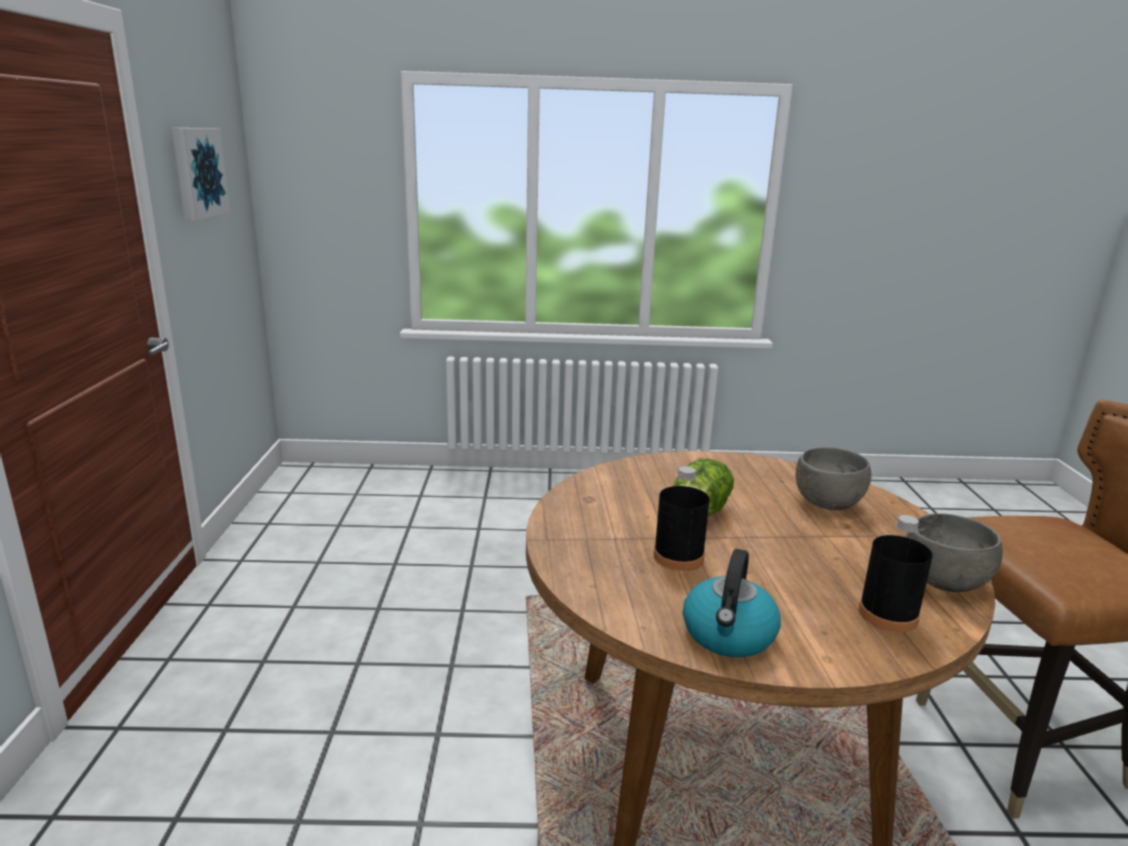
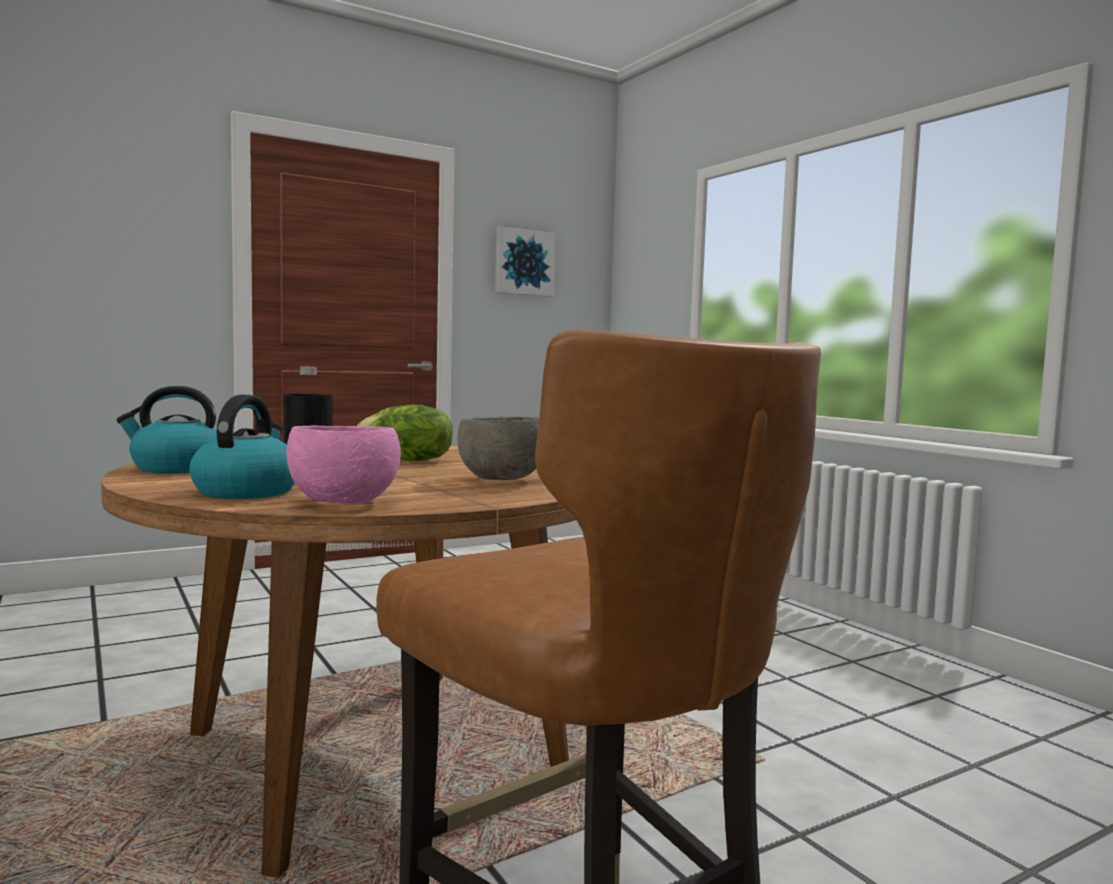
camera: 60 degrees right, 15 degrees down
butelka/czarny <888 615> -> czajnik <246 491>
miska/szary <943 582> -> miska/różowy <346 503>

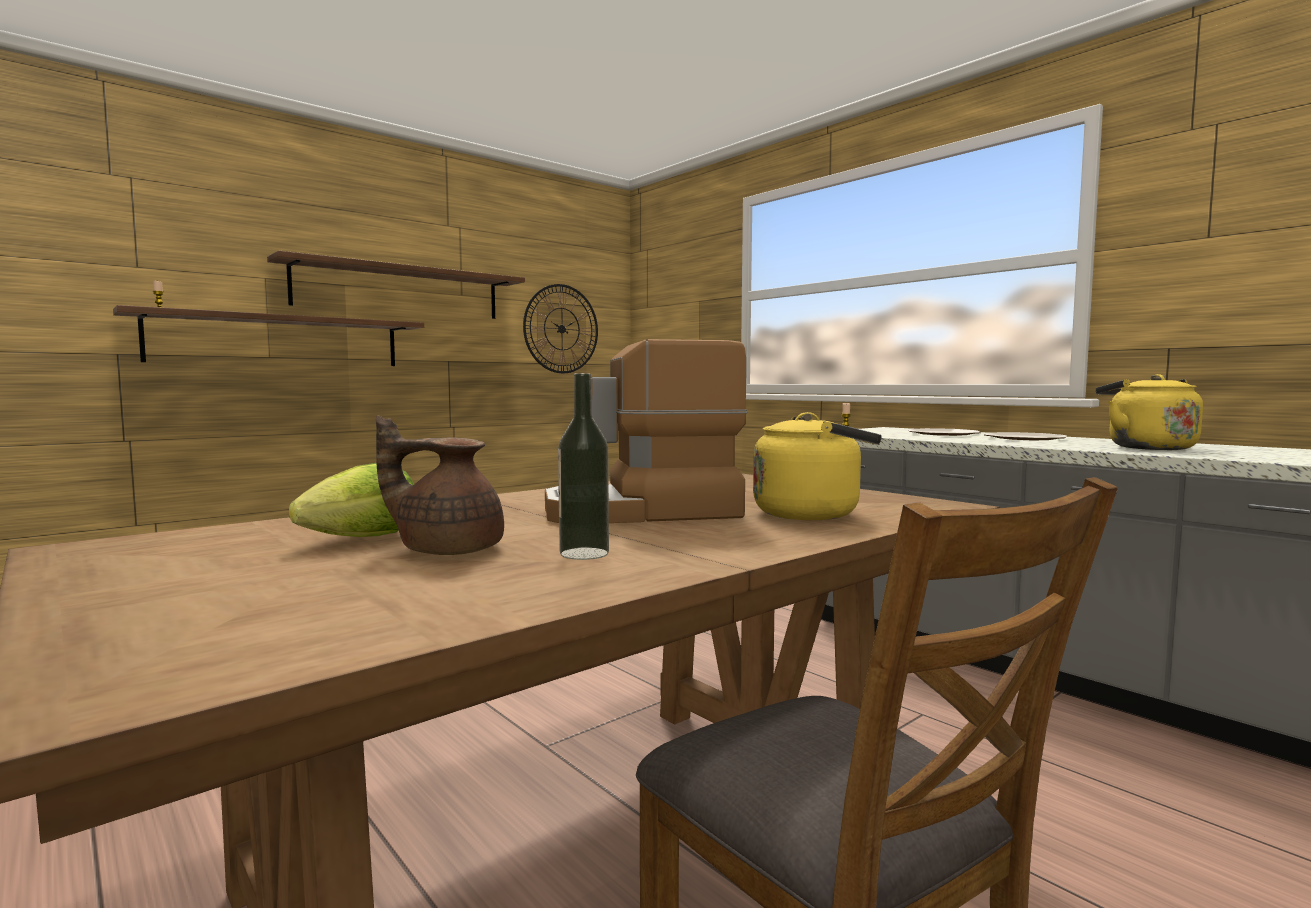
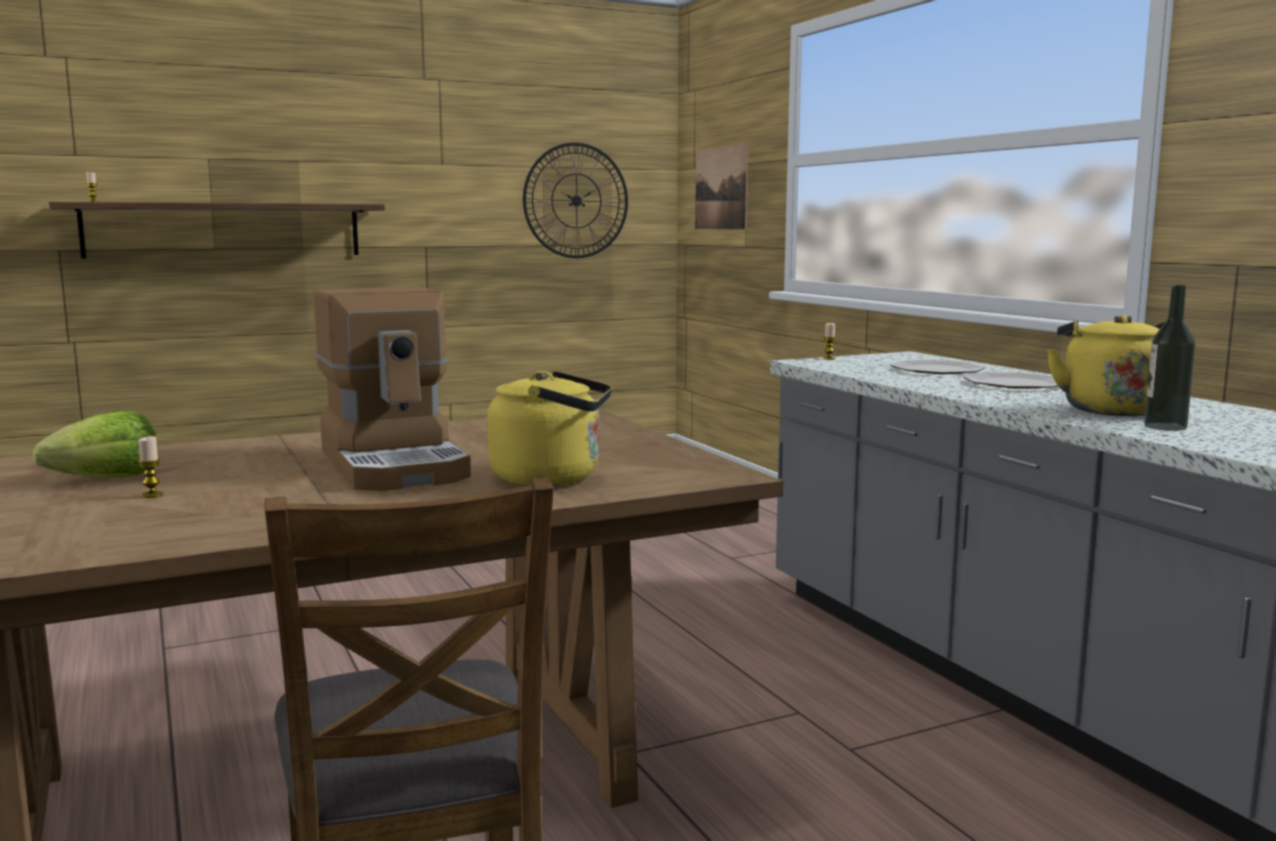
camera: 15 degrees right, 5 degrees up
półka <400 291> -> none
none -> obraz <721 188>
butelka <584 553> -> butelka <1165 427>, moved
imbryk/brązowy <448 549> -> świeca <152 495>
ekspres do kawy <643 512> -> ekspres do kawy <396 464>, 120 degrees counterclockwise

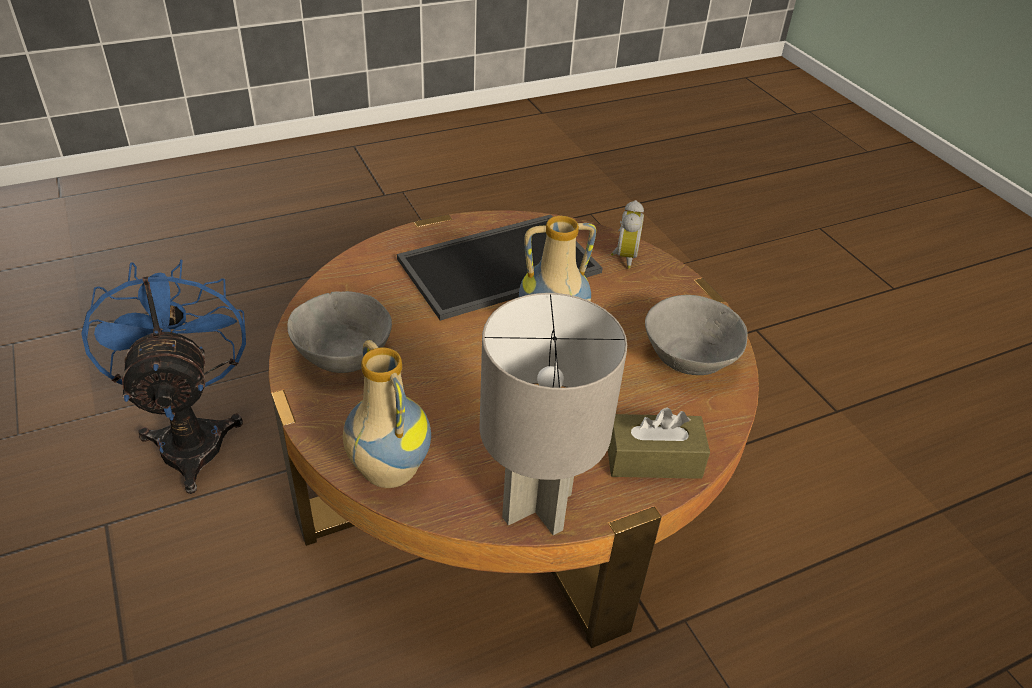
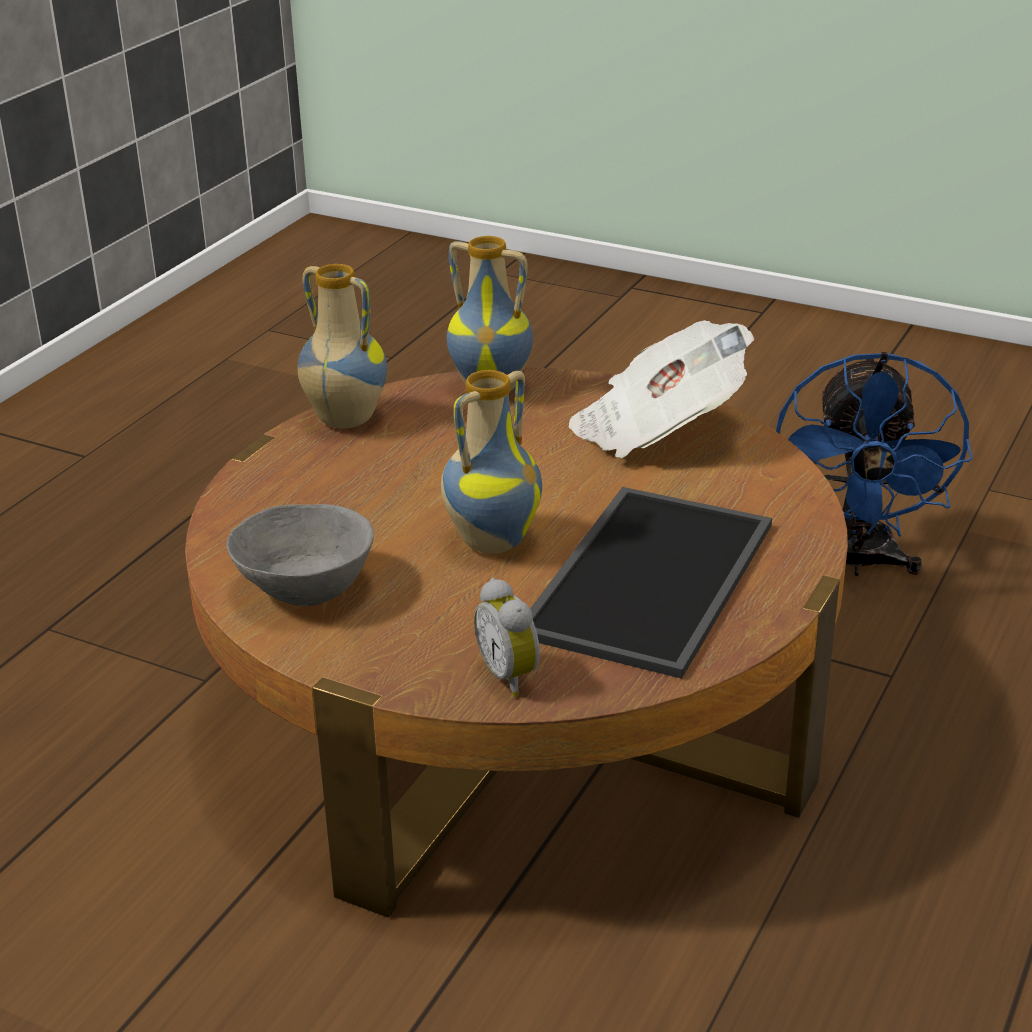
camera: 145 degrees right, 10 degrees down
pudełko chusteczek/brązowy <653 459> -> none
miska/szary <345 355> -> gazeta <657 429>
lampa stołowa/szary <538 506> -> wazon <344 420>
wentylator/niebieski <192 435> -> wentylator/niebieski <855 563>, 60 degrees clockwise

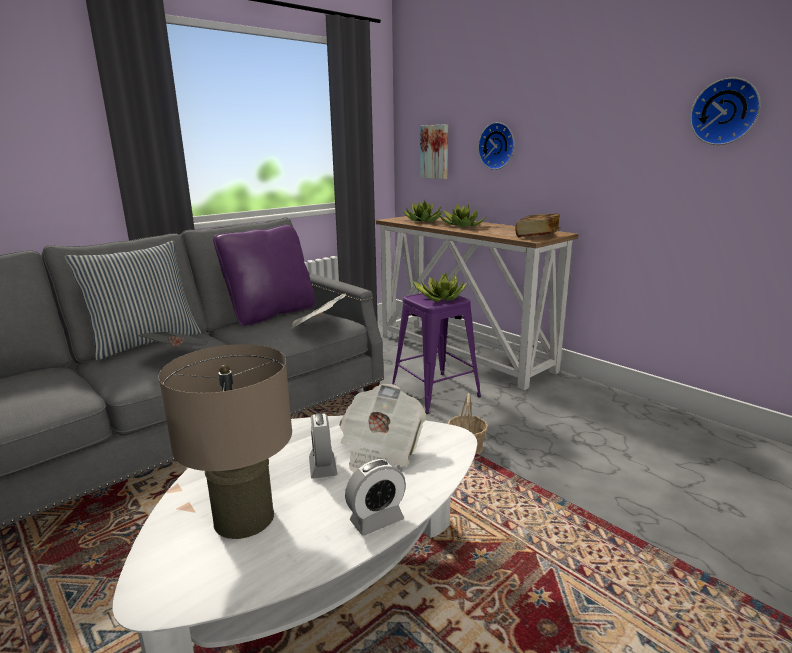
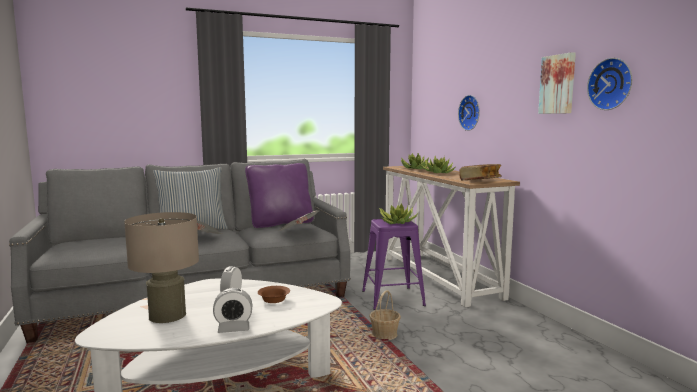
camera: 20 degrees right, 10 degrees down
obraz <435 152> -> obraz <558 84>, moved
gazeta <380 449> -> miska/brązowy <273 300>

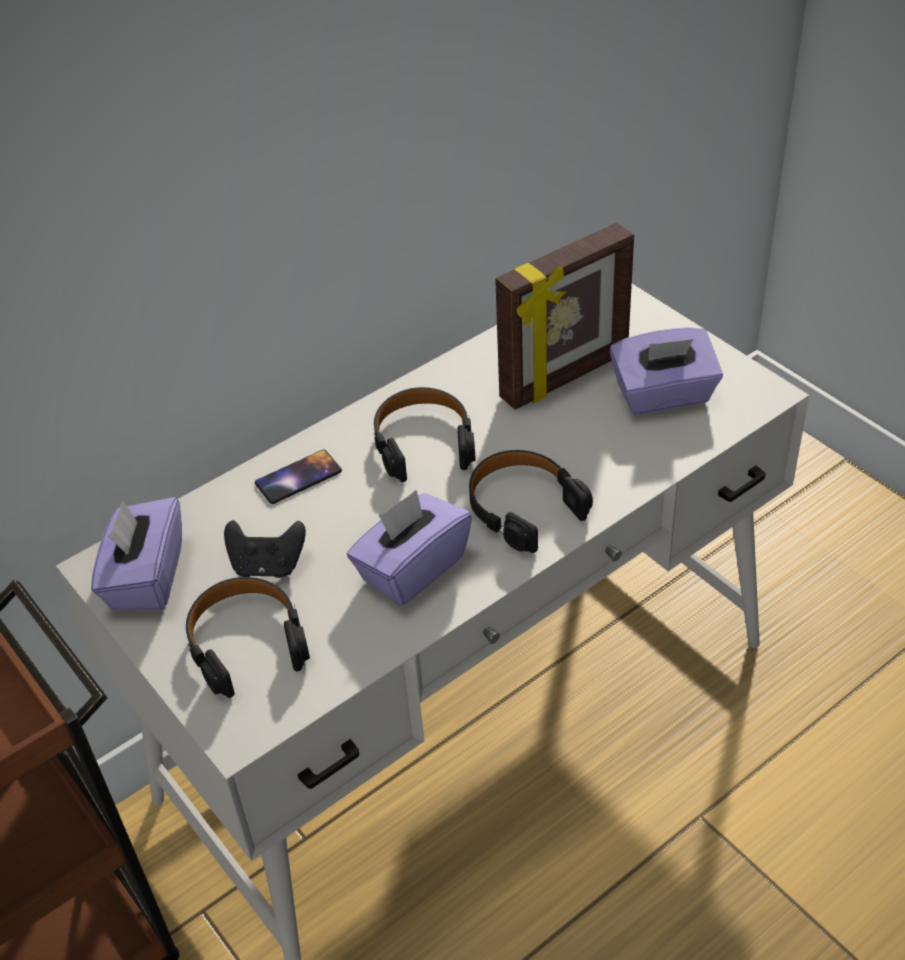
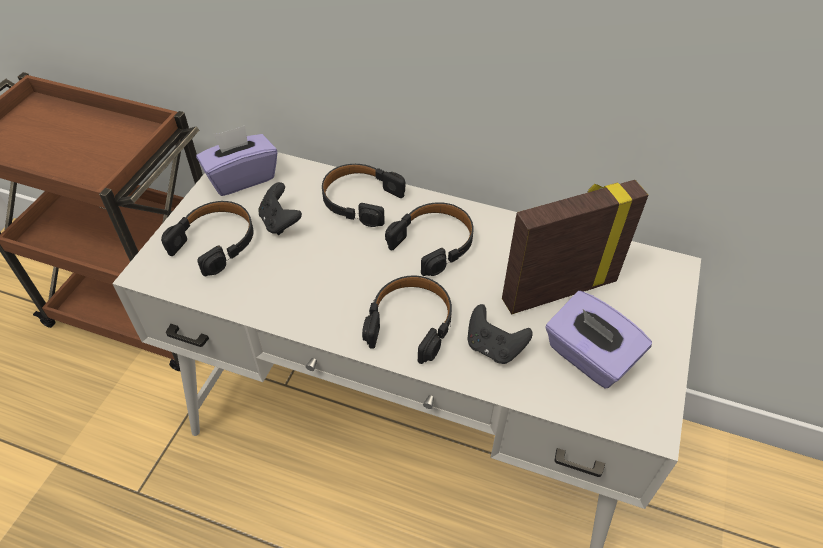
camera: 55 degrees right, 5 degrees up
pudełko chusteczek/fioletowy <412 568> -> none
none -> pad do gier/czarny <493 347>
telefon <298 477> -> słuchawki/czarny <360 200>
ramka na zdjęcie <566 377> -> ramka na zdjęcie <558 289>, 135 degrees clockwise

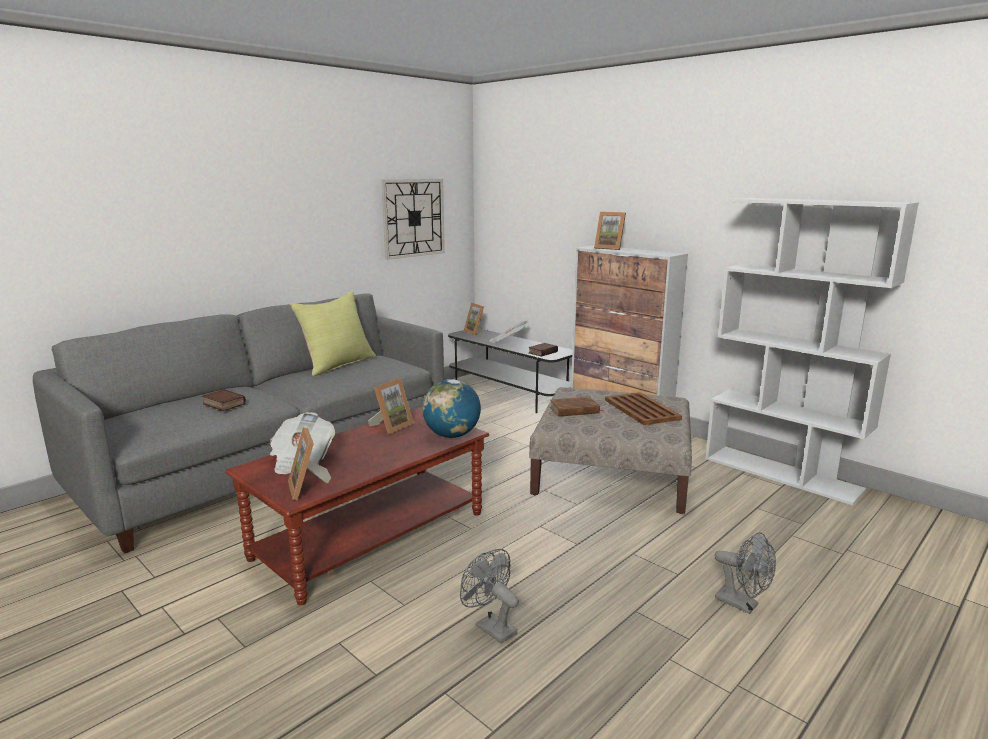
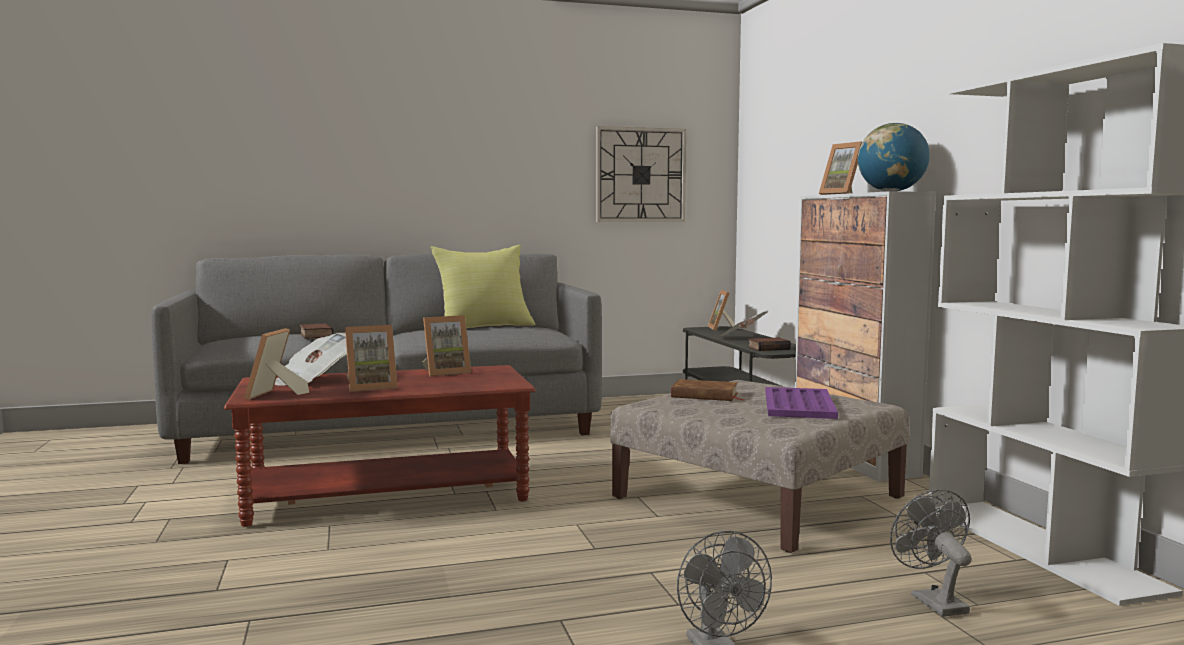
camera: 30 degrees right, 10 degrees down
none -> ramka na zdjęcie <371 387>
globus <452 435> -> globus <891 191>, moved
wentylator/szary <490 627> -> wentylator/szary <932 601>, moved
taca/brązowy <641 409> -> taca/fioletowy <799 404>

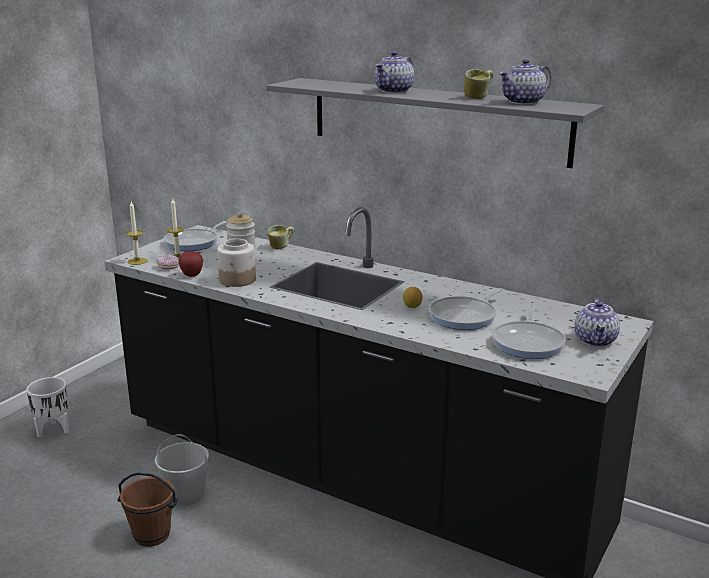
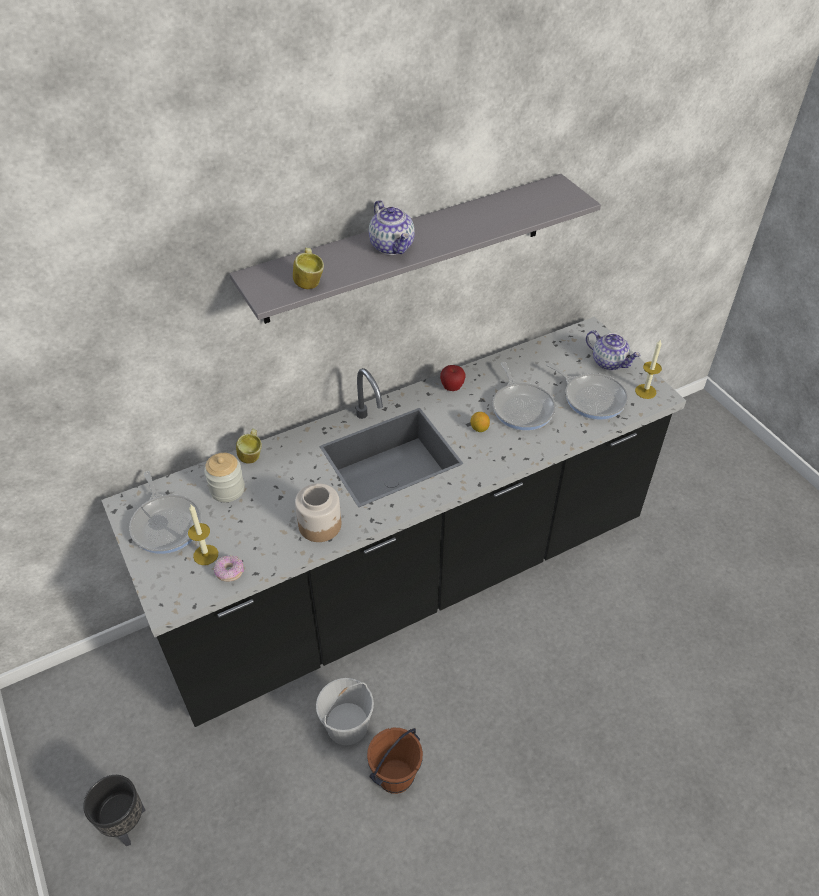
camera: 60 degrees left, 25 degrees up
imbryk <523 102> -> none
świeca <137 261> -> świeca <645 391>, moved
jabłko <192 275> -> jabłko <452 388>, moved
kubek <478 97> -> kubek <310 282>, moved
donica/biały <53 430> -> donica/czarny <125 824>

